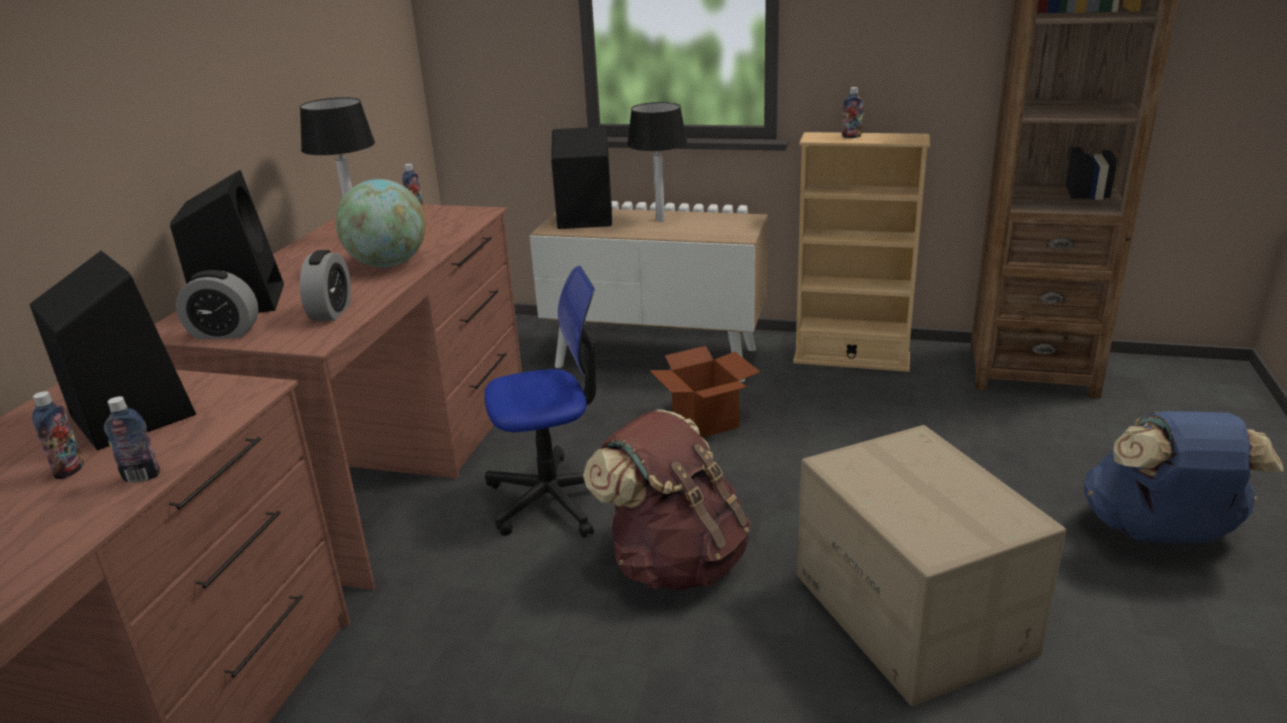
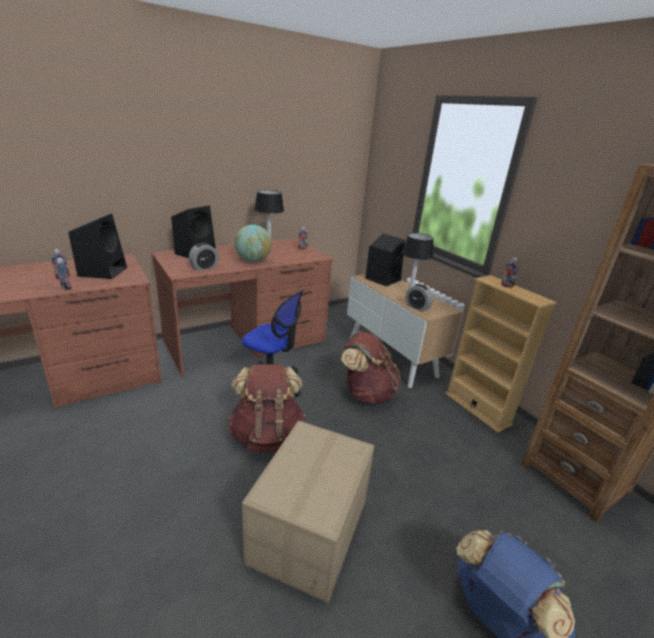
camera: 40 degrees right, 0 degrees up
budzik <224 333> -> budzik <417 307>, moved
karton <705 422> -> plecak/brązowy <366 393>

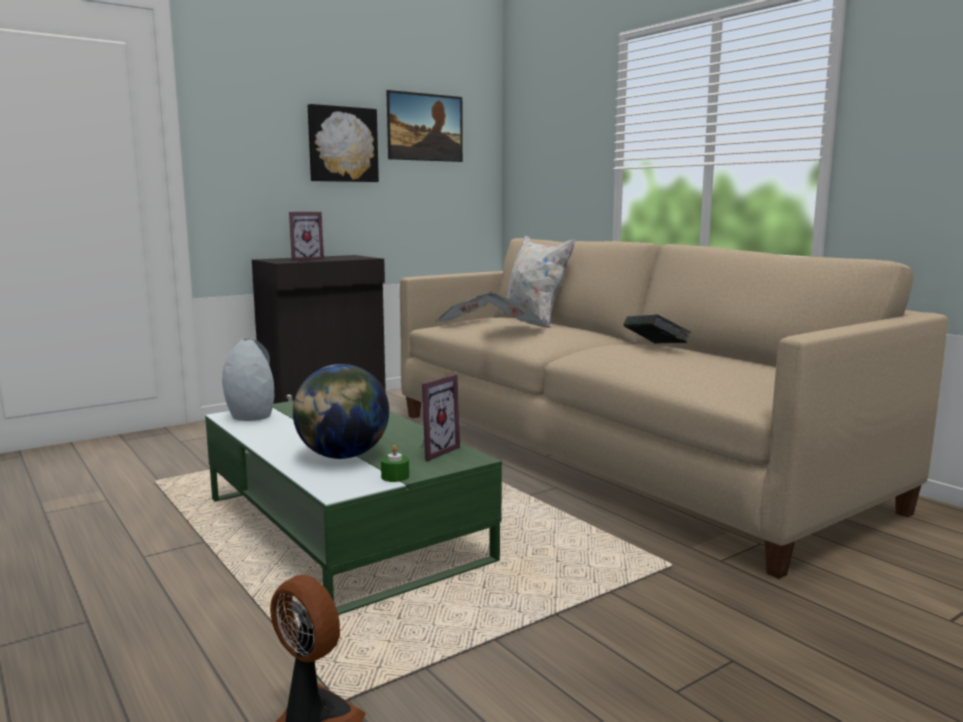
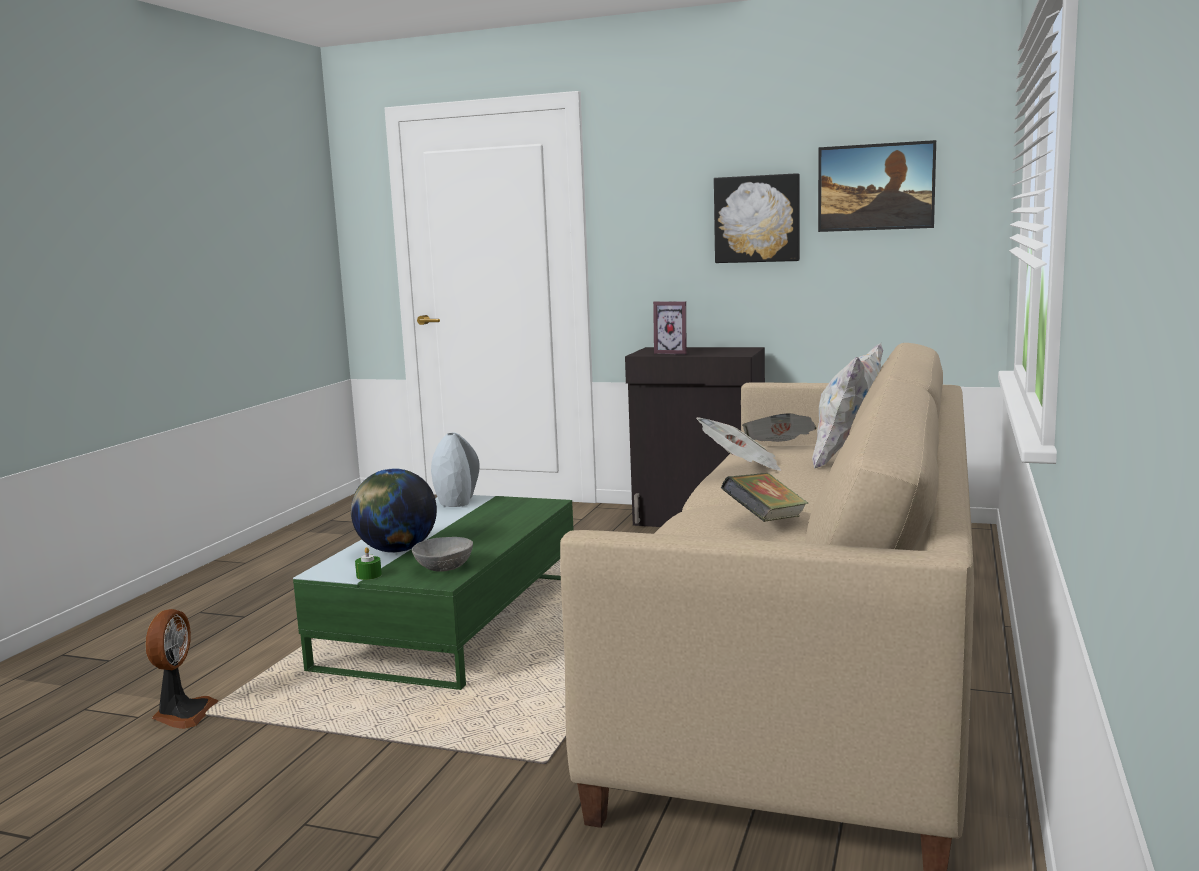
camera: 55 degrees right, 0 degrees up
ramka na zdjęcie <432 451> -> miska/szary <445 567>

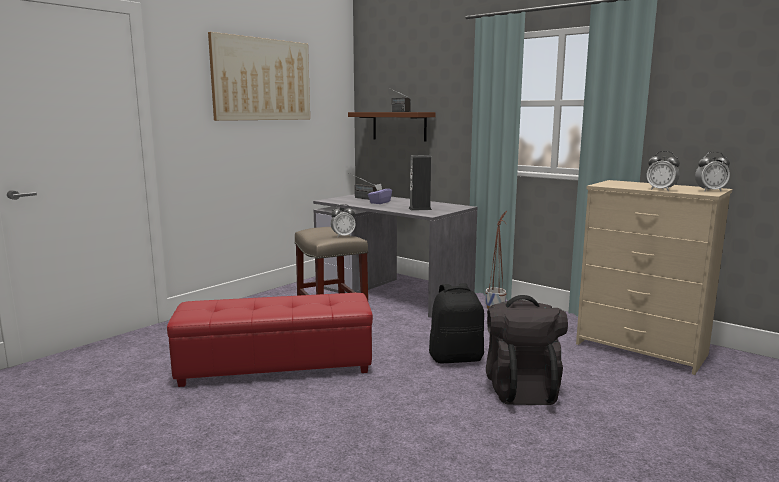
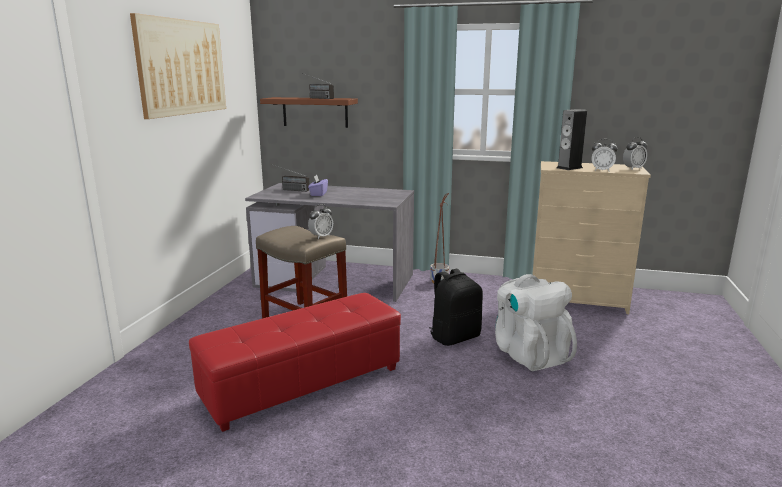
camera: 25 degrees left, 5 degrees up
głośnik <420 209> -> głośnik <569 168>, moved
plecak/czarny <521 388> -> plecak/biały <529 354>

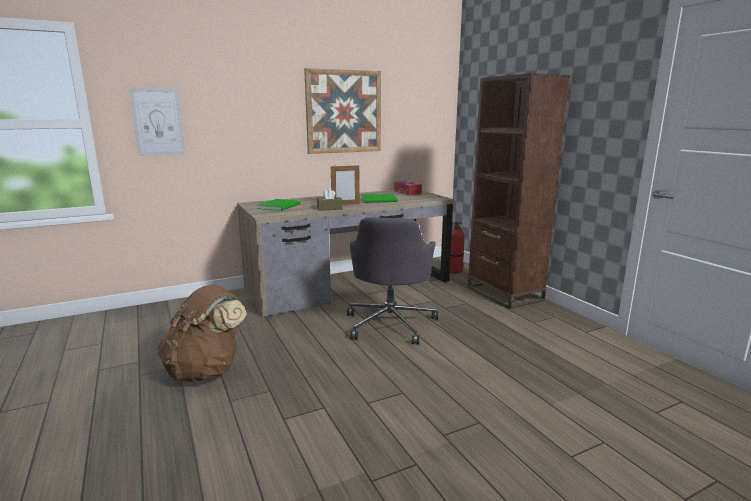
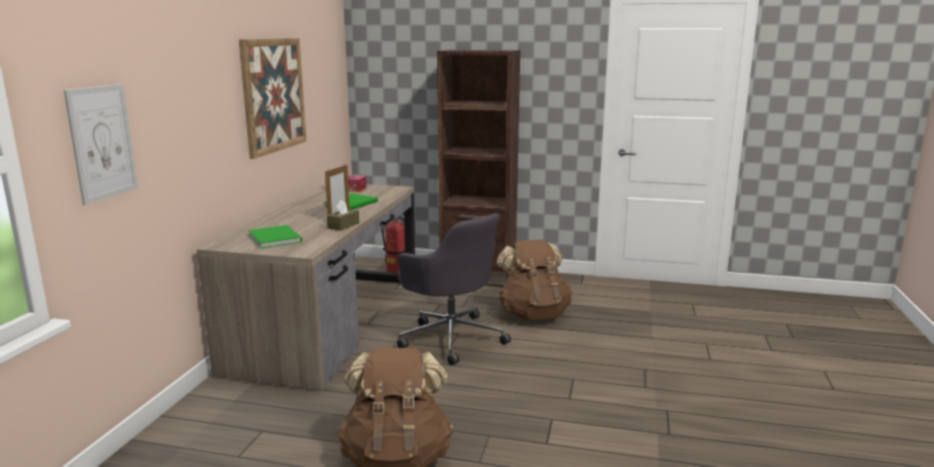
camera: 50 degrees left, 0 degrees up
none -> plecak/brązowy <533 314>

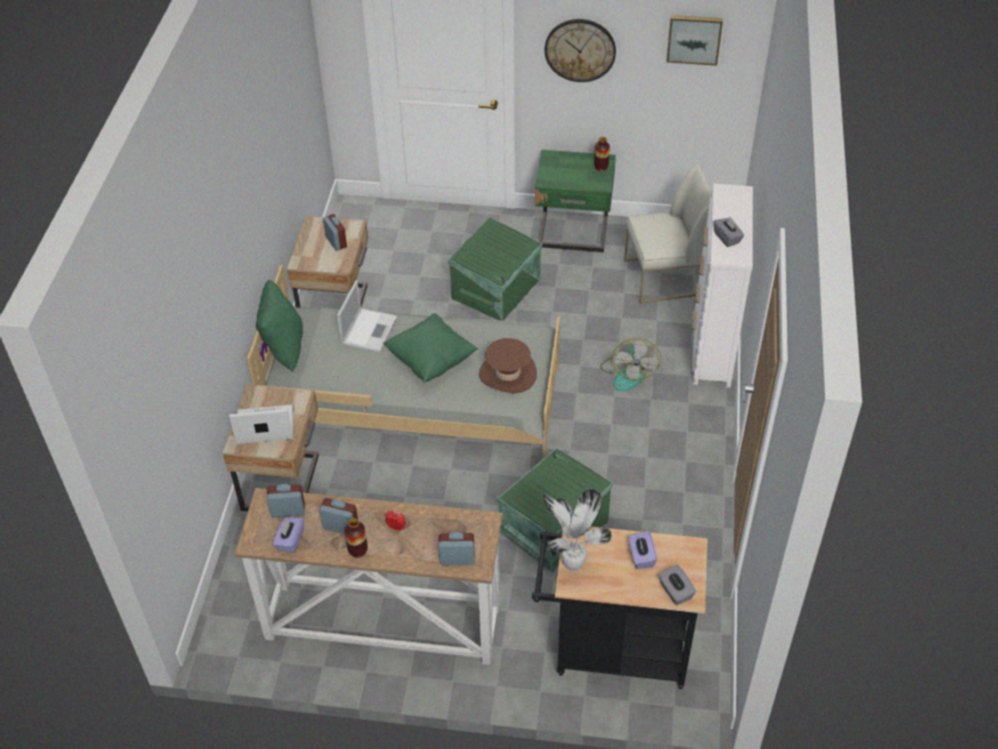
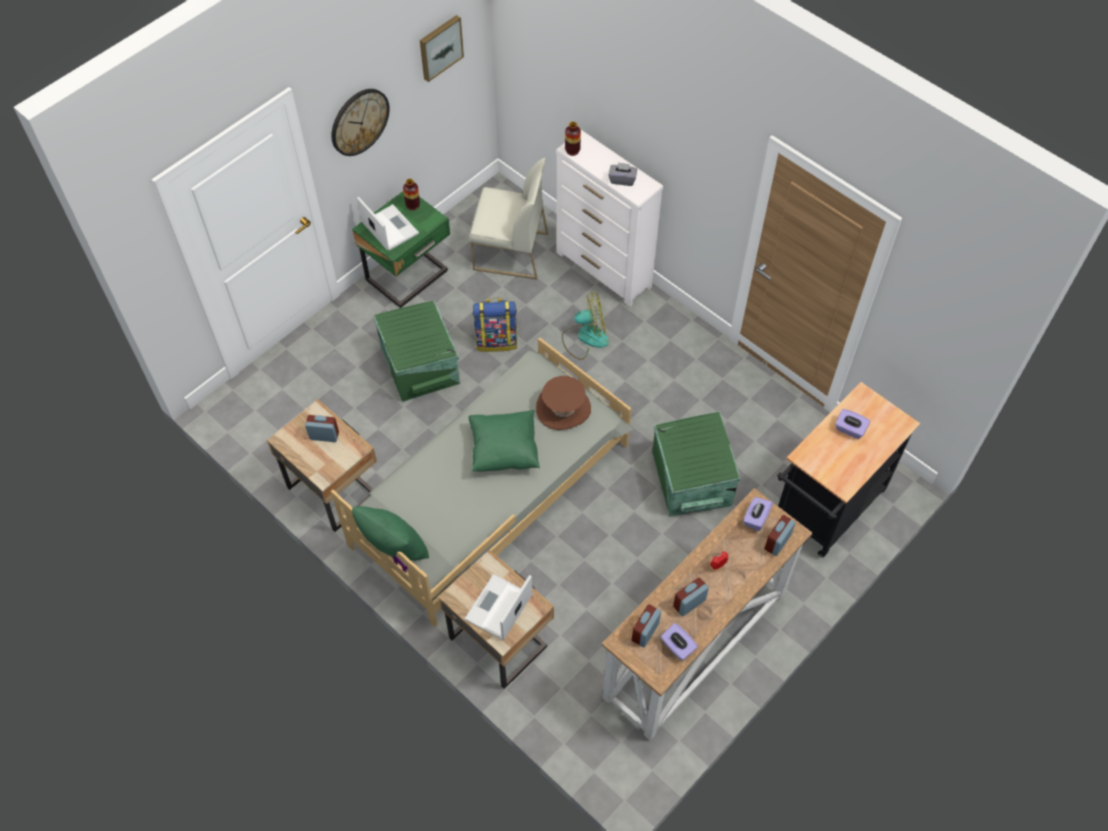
camera: 55 degrees left, 10 degrees up
roślina doniczkowa <571 563> -> none
pudełko chusteczek/szary <675 592> -> none
none -> plecak <496 340>
none -> pudełko chusteczek/fioletowy <756 518>
laptop <369 329> -> laptop <389 227>, moved
wazon <358 550> -> wazon <572 151>, moved
wentylator <628 373> -> wentylator <585 337>, 45 degrees counterclockwise
krzesło/biały <664 277> -> krzesło/biały <510 252>, 75 degrees clockwise

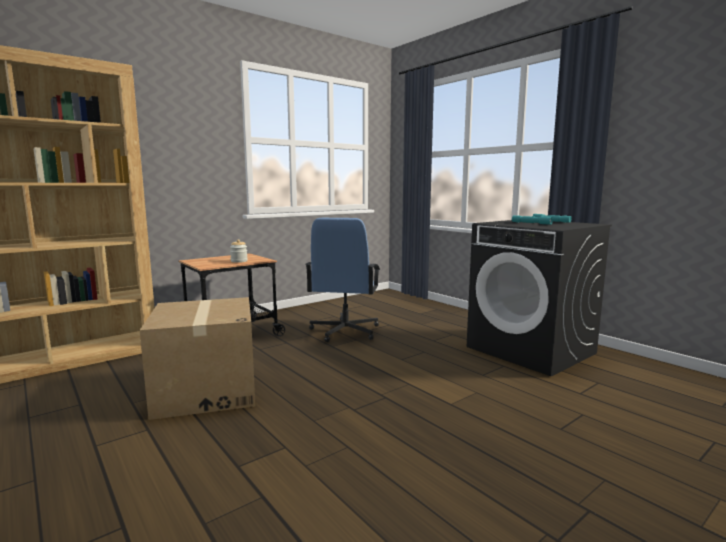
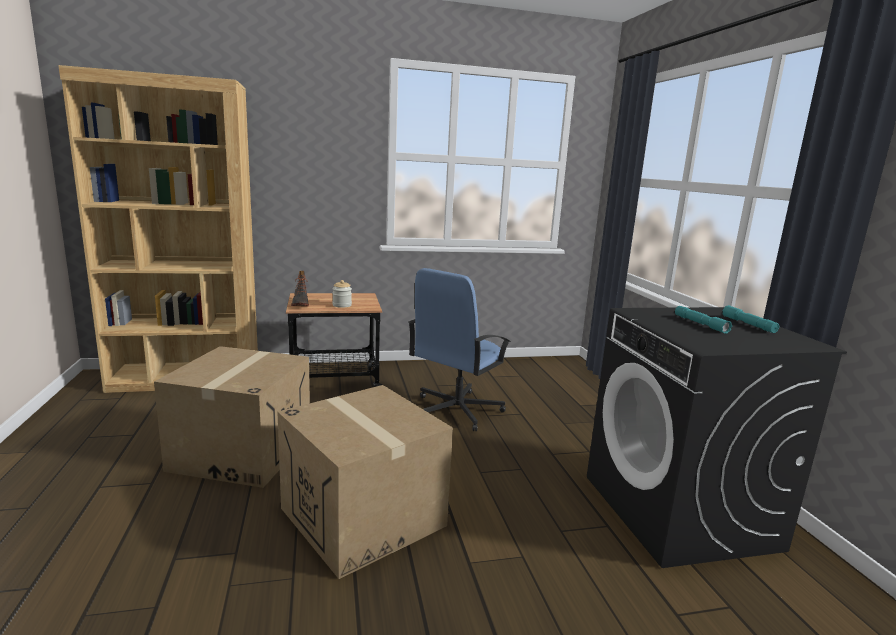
camera: 25 degrees right, 5 degrees up
none -> karton <363 517>
none -> but z cholewką <300 303>

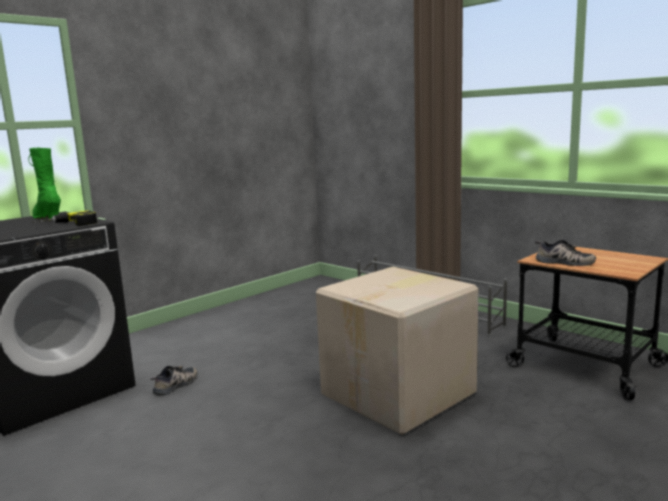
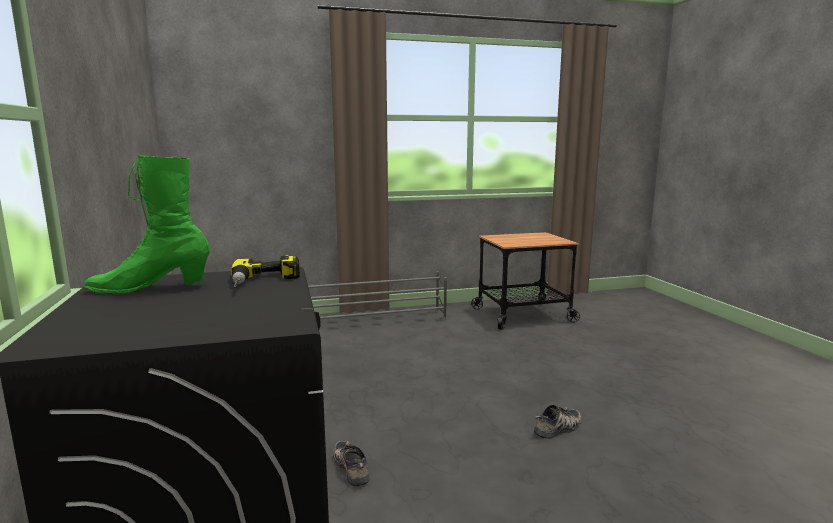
camera: 60 degrees left, 0 degrees up
karton <400 394> -> none
but <563 262> -> but <558 428>, moved

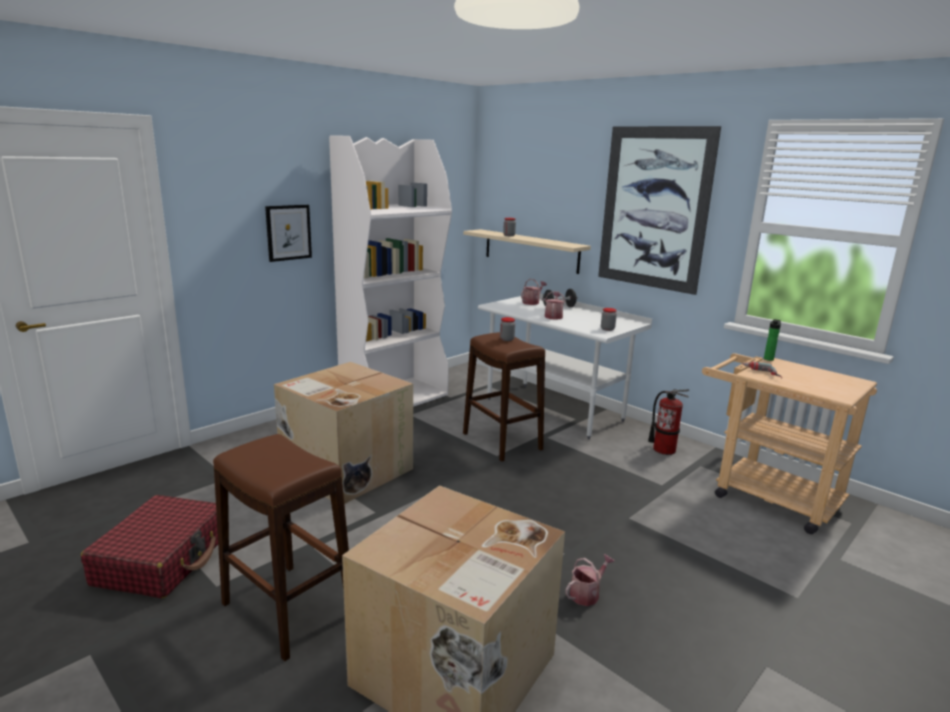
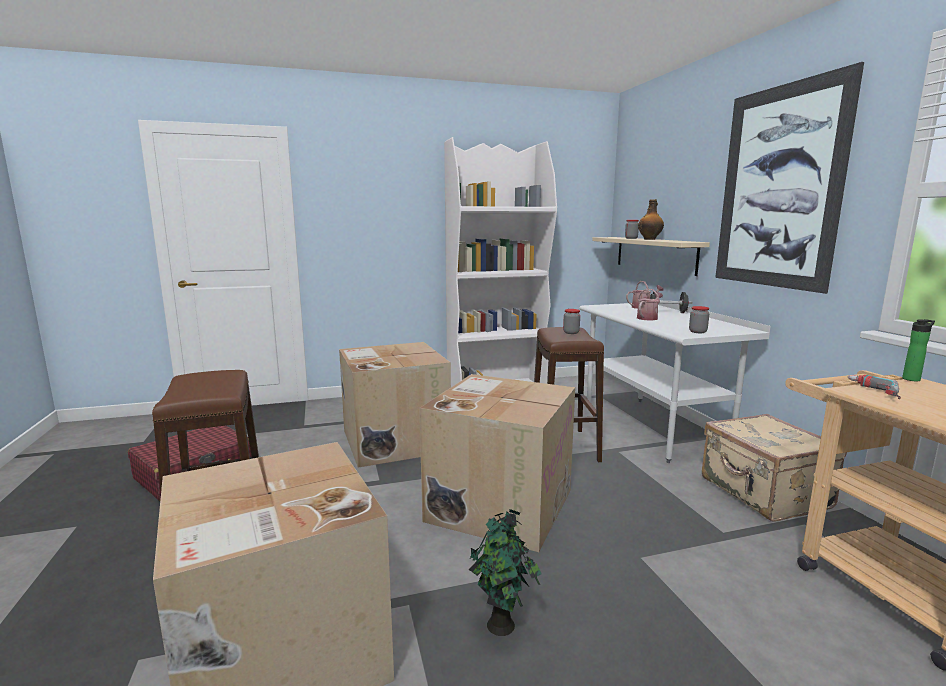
camera: 30 degrees right, 5 degrees down
obraz <288 232> -> none
none -> karton <499 504>
none -> butelka <650 239>
konewka <587 594> -> roślina doniczkowa <503 626>
gaśnica <664 449> -> walizka/beżowy <763 494>

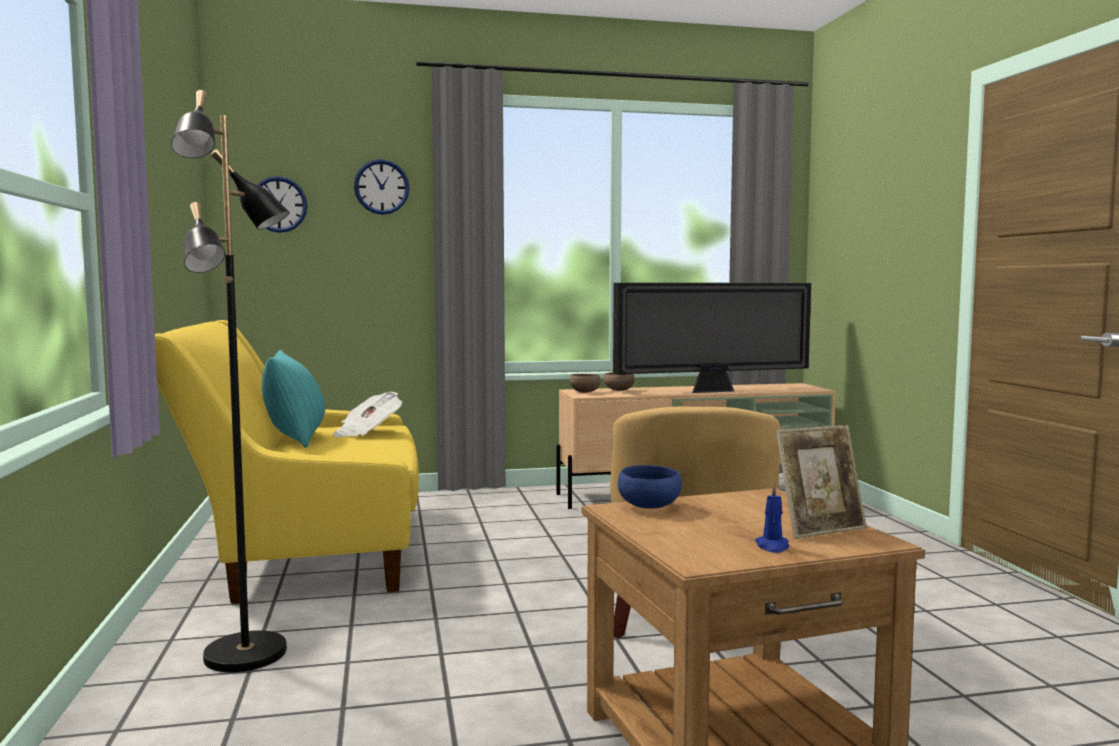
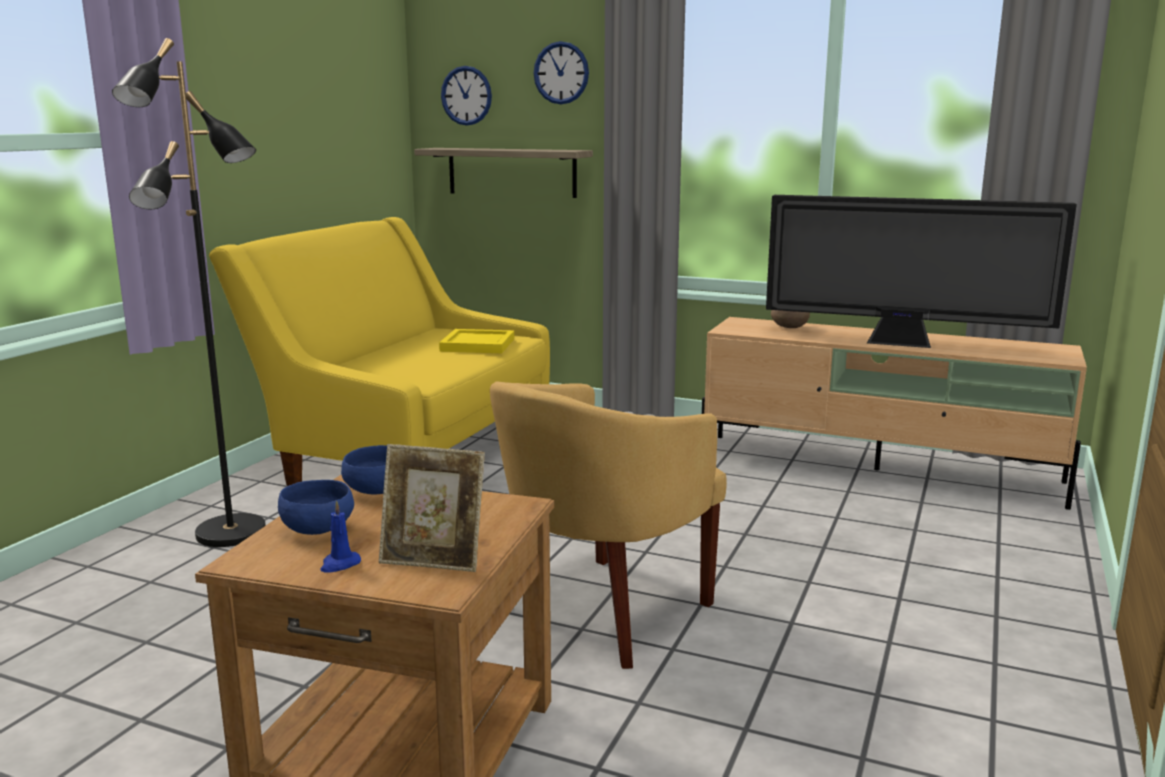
camera: 35 degrees right, 10 degrees up
poduszka/turkusowy <295 439> -> none
miska/brązowy <584 392> -> none
none -> miska/niebieski <319 529>
none -> półka <511 172>
gazeta <367 433> -> taca/żółty <476 345>

